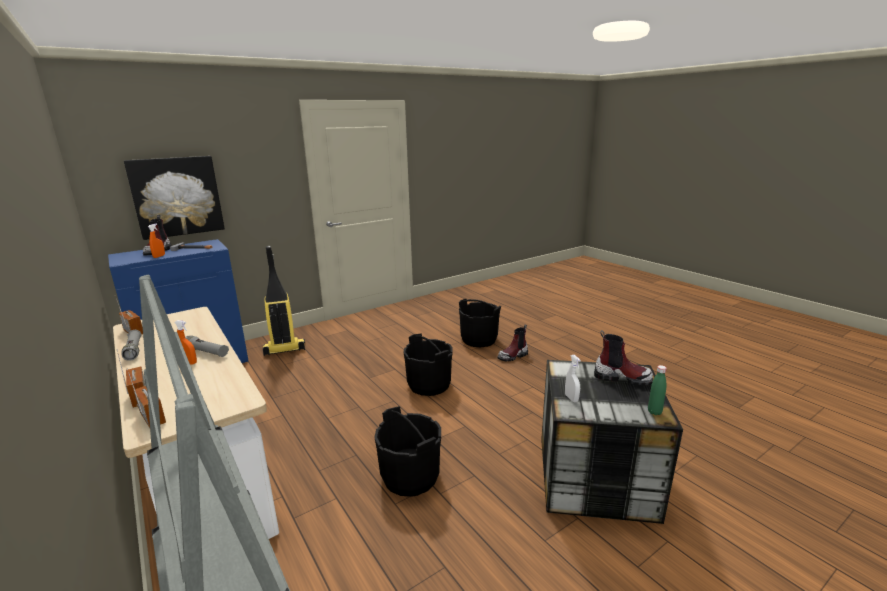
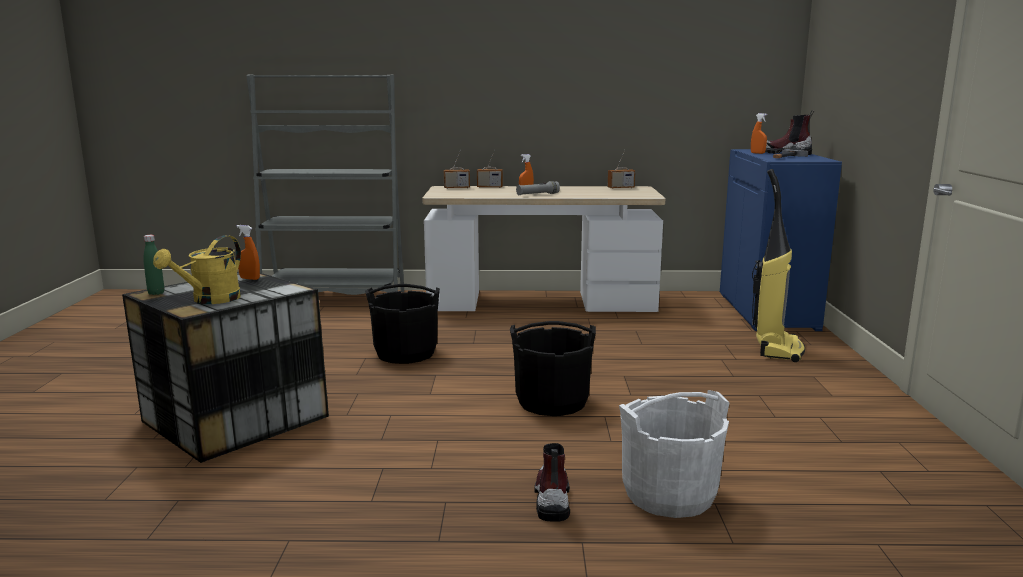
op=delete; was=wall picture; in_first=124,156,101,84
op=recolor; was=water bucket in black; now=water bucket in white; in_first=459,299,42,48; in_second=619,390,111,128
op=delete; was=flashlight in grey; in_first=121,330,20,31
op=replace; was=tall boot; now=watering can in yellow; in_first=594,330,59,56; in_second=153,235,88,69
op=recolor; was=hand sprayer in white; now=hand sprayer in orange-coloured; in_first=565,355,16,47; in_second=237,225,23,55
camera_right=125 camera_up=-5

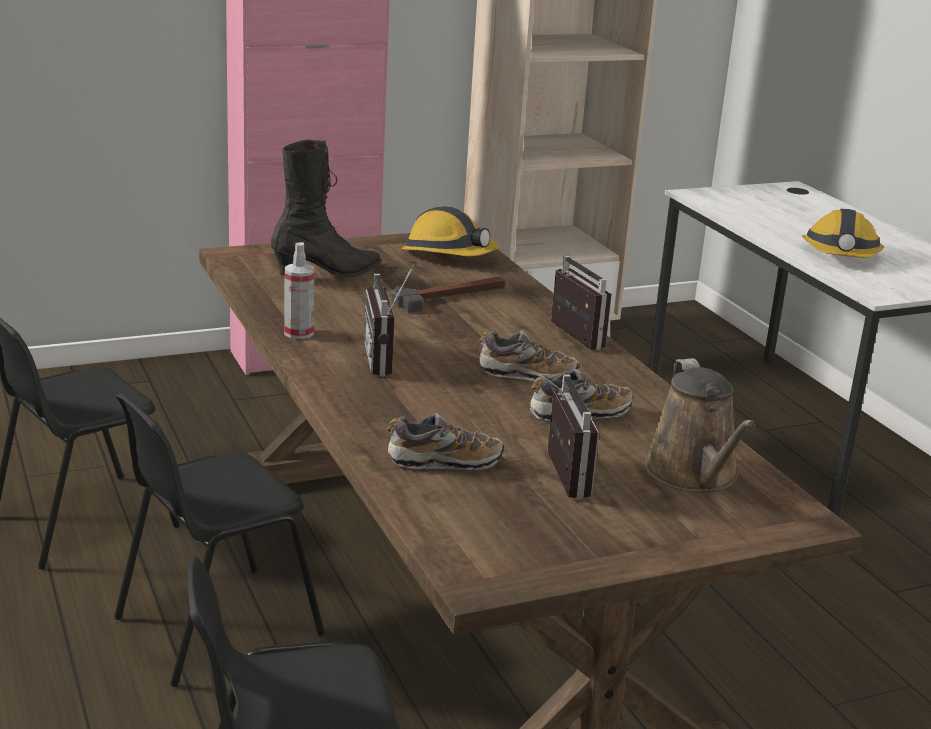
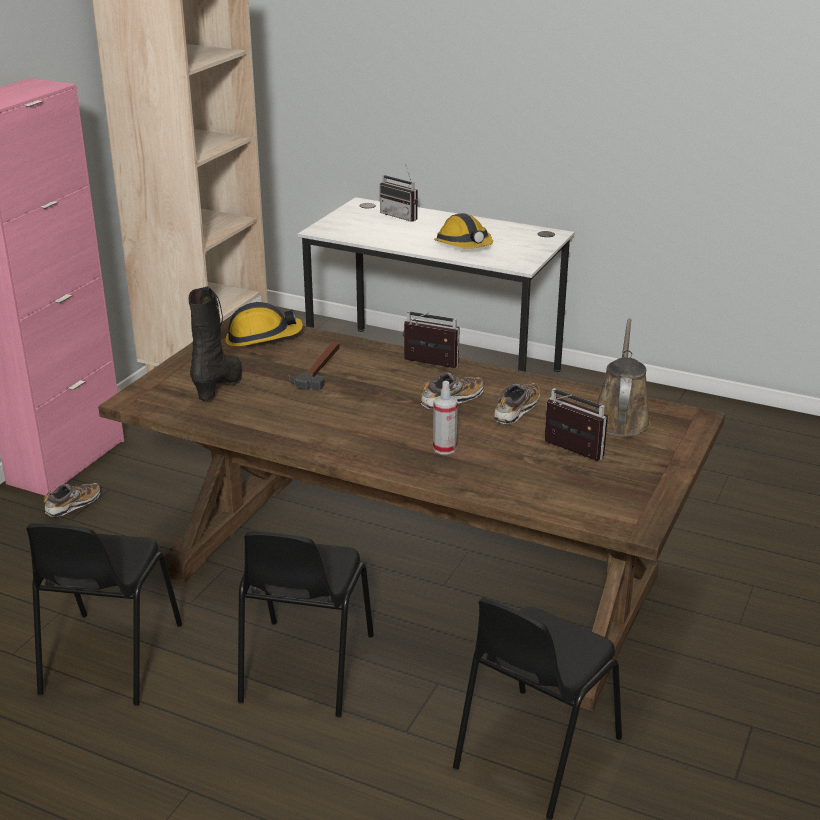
op=move; was=hand sprayer; in_first=284,242,30,97; in_second=433,381,25,74
op=move; was=radio; in_first=364,264,50,112; in_second=380,164,38,58
op=rotate; was=watering can in brownish; in_first=645,358,110,135; in_second=594,318,57,119; clockwise=-120
op=move; was=item of footwear; in_first=387,413,117,57; in_second=43,483,57,34
camera_right=-40 camera_up=5

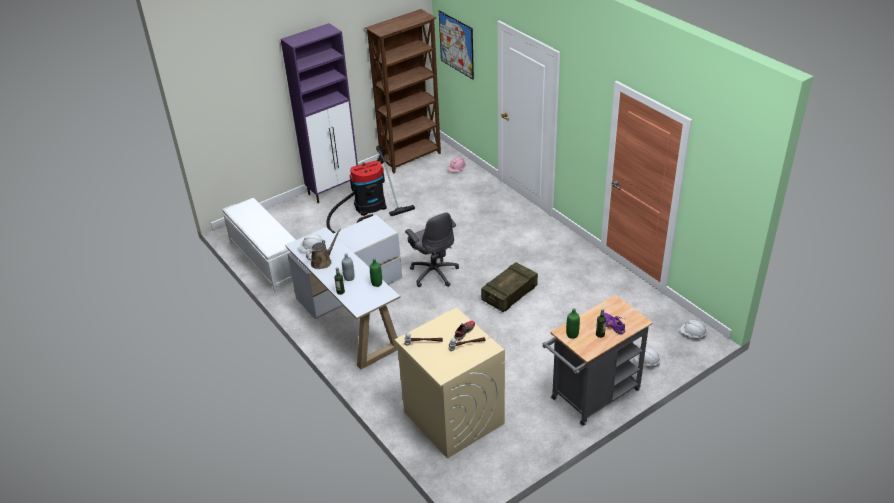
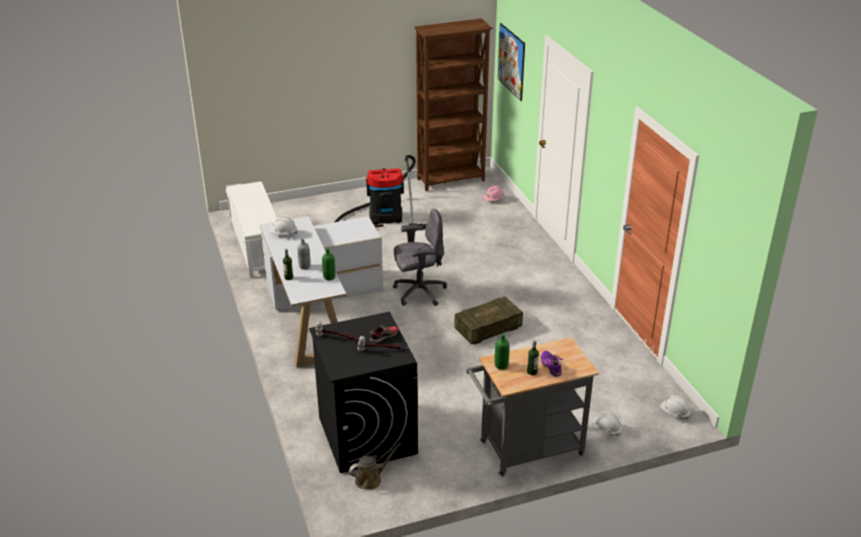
op=delete; was=cupboard in purple; in_first=281,23,77,180
op=rotate; was=office chair in grey; in_first=405,212,54,75; in_second=393,209,54,97; clockwise=-90
op=move; was=watering can in brownish; in_first=306,229,35,40; in_second=349,443,52,47
op=recolor; was=washing machine in sand-coloured; now=washing machine in black; in_first=395,307,110,152; in_second=309,312,109,161
camera_right=15 camera_up=-5

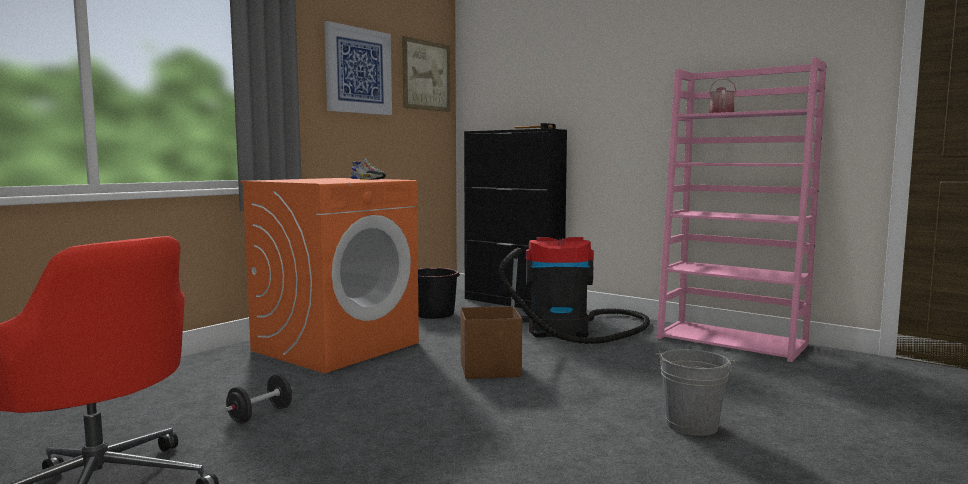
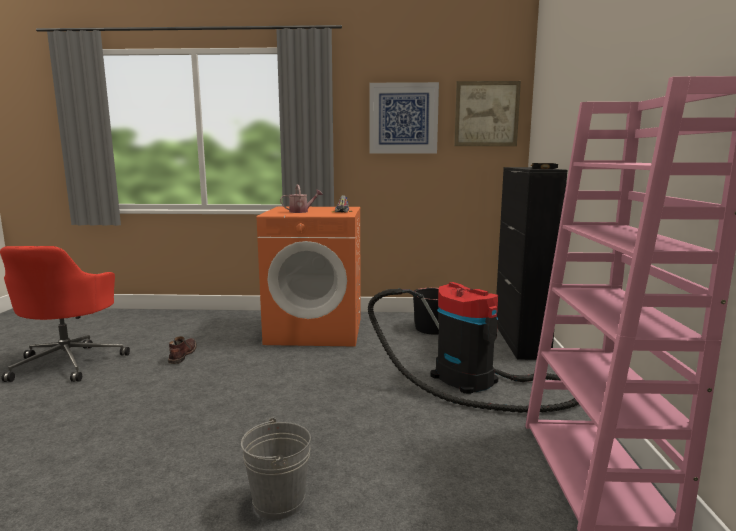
op=move; was=watering can; in_first=709,78,28,35; in_second=280,185,43,28
op=delete; was=storage bin in brownish; in_first=460,306,62,73
op=replace; was=hand weight in black; now=tall boot in brownish; in_first=225,374,67,50; in_second=168,336,29,28
camera_right=55 camera_up=5

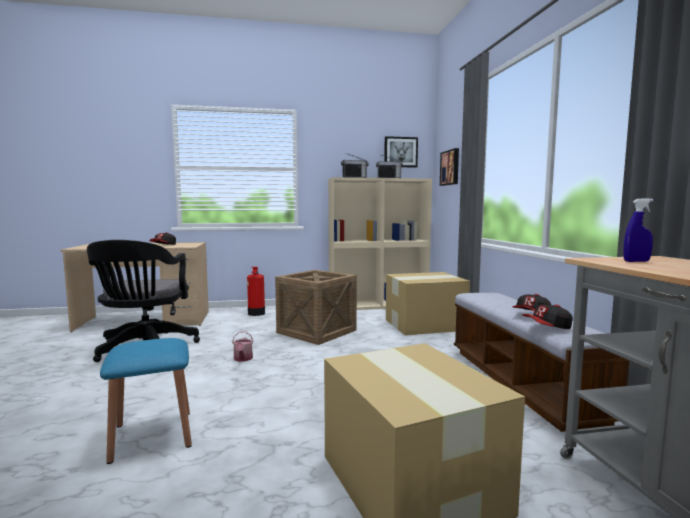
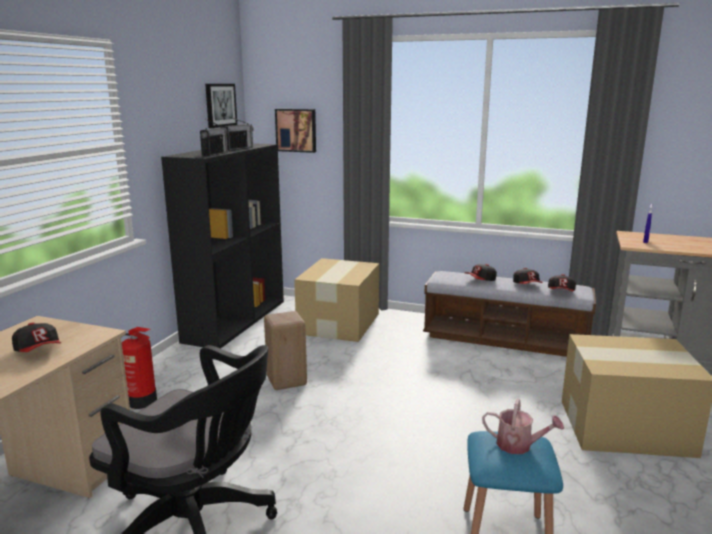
op=recolor; was=bookcase in sand-coloured; now=bookcase in black; in_first=328,177,104,133; in_second=161,143,123,206
op=replace; was=crate; now=stool seat in sand-coloured; in_first=275,270,82,75; in_second=264,311,43,79
op=move; was=watering can; in_first=232,331,21,31; in_second=482,399,82,55
op=insert; now=baseball cap; in_second=465,264,32,17
camera_right=-60 camera_up=10

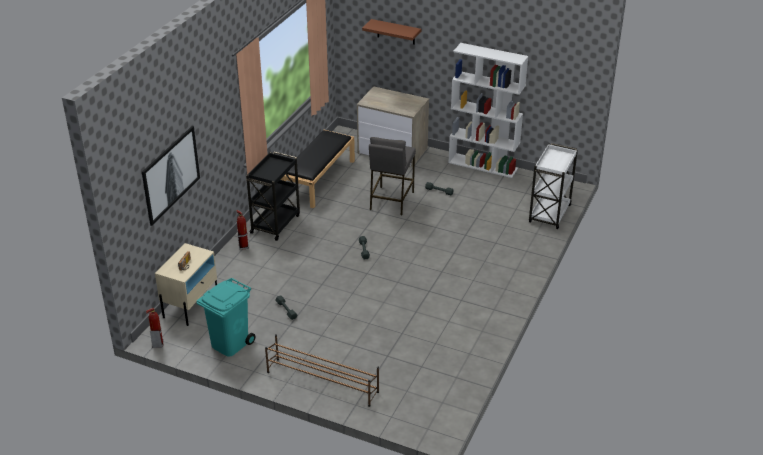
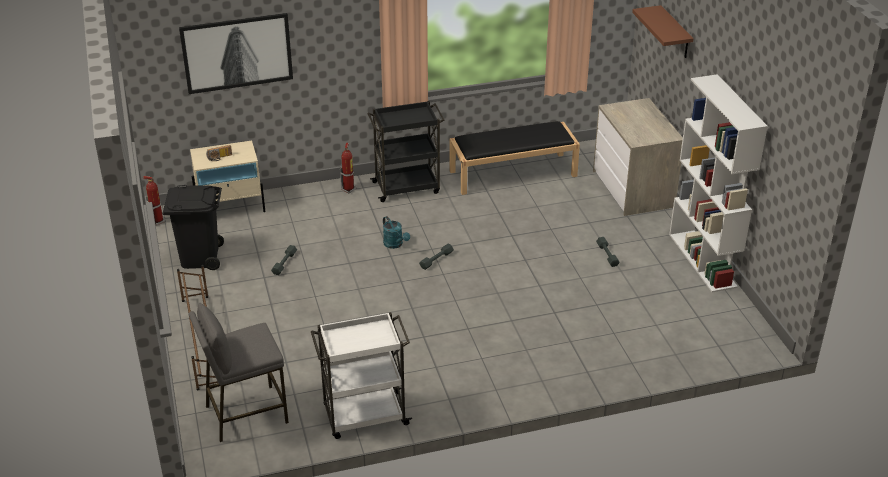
op=move; was=stool seat in grey; in_first=369,137,47,78; in_second=189,303,100,139
op=move; was=trolley in white; in_first=529,143,49,86; in_second=311,312,101,127
op=recolor; was=trash can in turquoise-coloured; now=trash can in black; in_first=197,278,59,79; in_second=163,185,61,85
op=insert; now=watering can in turquoise-coloured; in_second=383,216,27,33
camera_right=50 camera_up=0

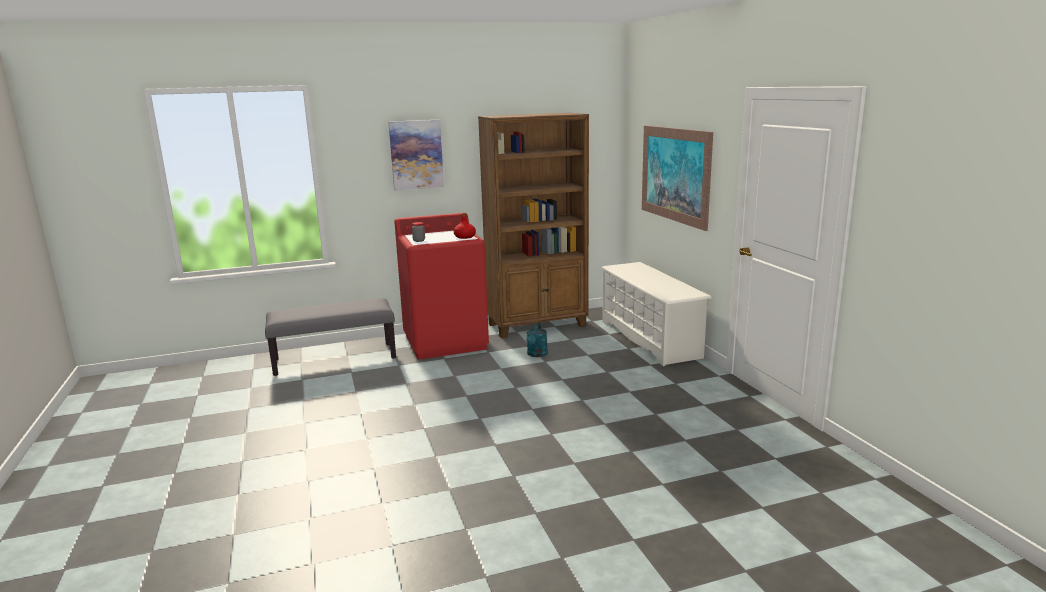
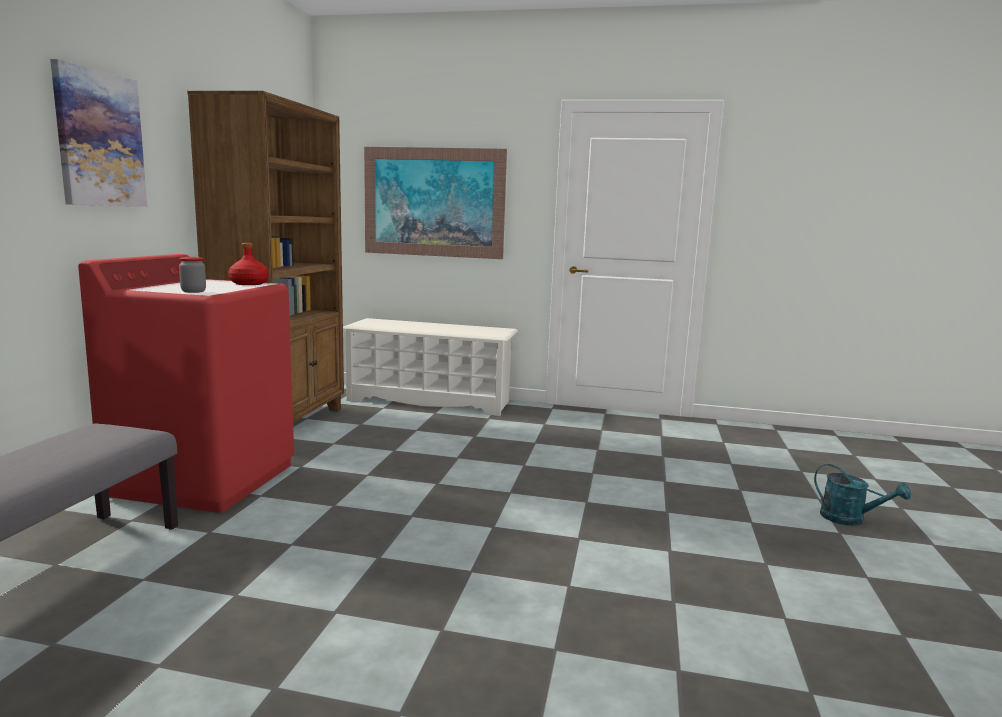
op=move; was=watering can in turquoise-coloured; in_first=526,323,22,34; in_second=814,464,97,62
camera_right=-60 camera_up=-5

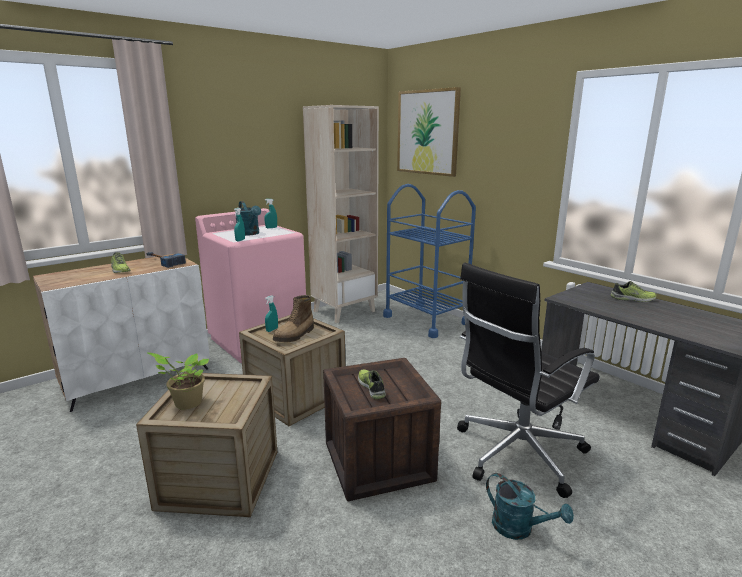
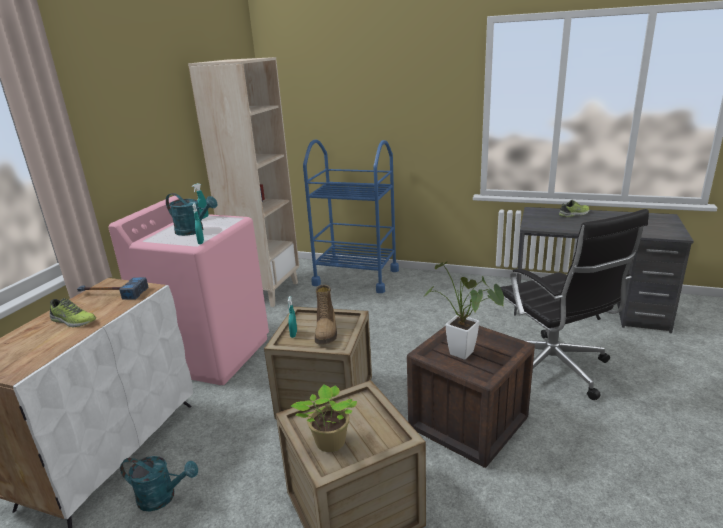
op=delete; was=wall picture; in_first=397,87,64,90
op=rotate; was=office chair in black; in_first=457,263,143,235; in_second=500,209,149,191; clockwise=-45
op=replace; was=item of footwear; now=houseplant; in_first=358,369,28,30; in_second=424,262,80,98
op=move; was=watering can in turquoise-coloured; in_first=486,473,88,67; in_second=120,456,78,56
camera_right=-30 camera_up=5

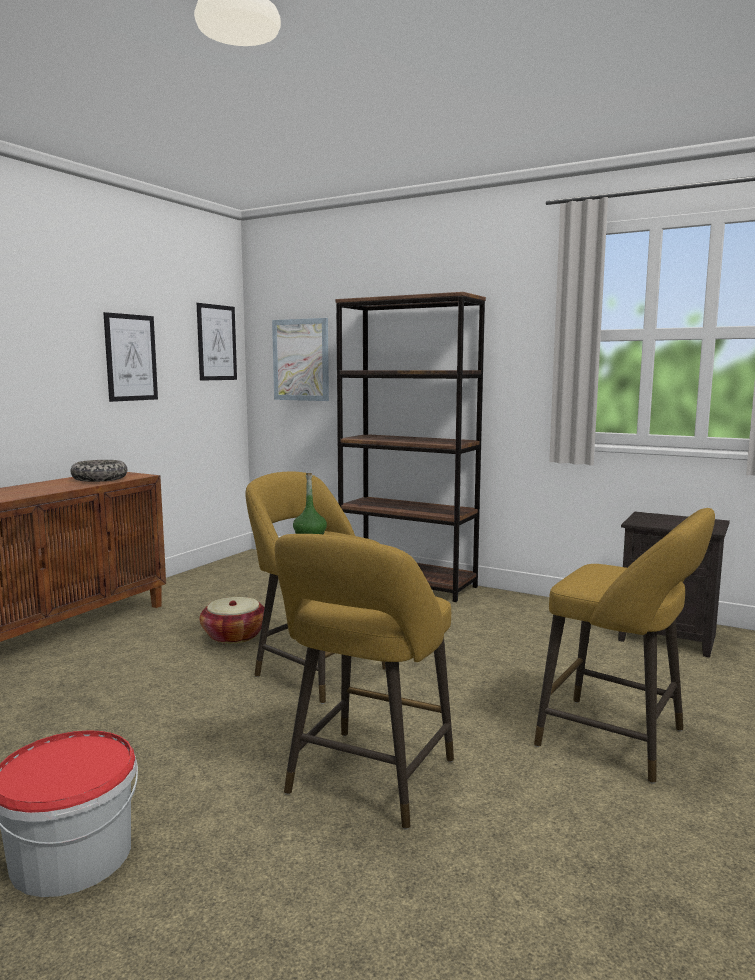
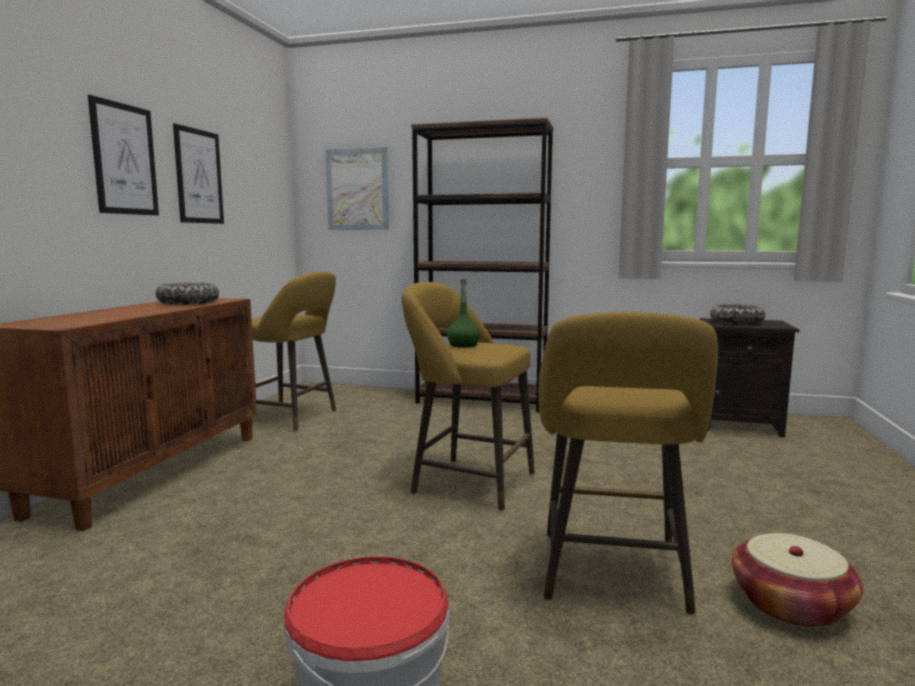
op=move; was=wall picture; in_first=197,303,40,78; in_second=88,95,71,120
op=move; was=stool seat in yellow; in_first=534,508,181,276; in_second=252,271,84,160
op=move; was=household basket; in_first=200,597,65,47; in_second=732,533,131,95
op=insert; now=bowl; in_second=710,304,55,21
camera_right=-15 camera_up=0

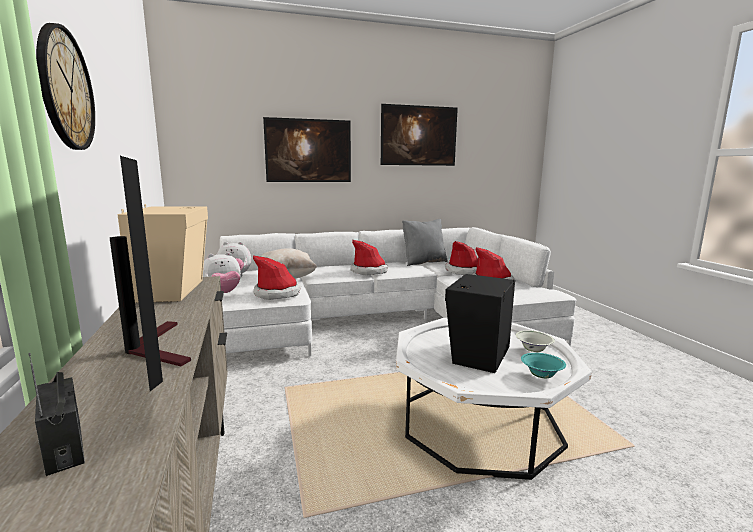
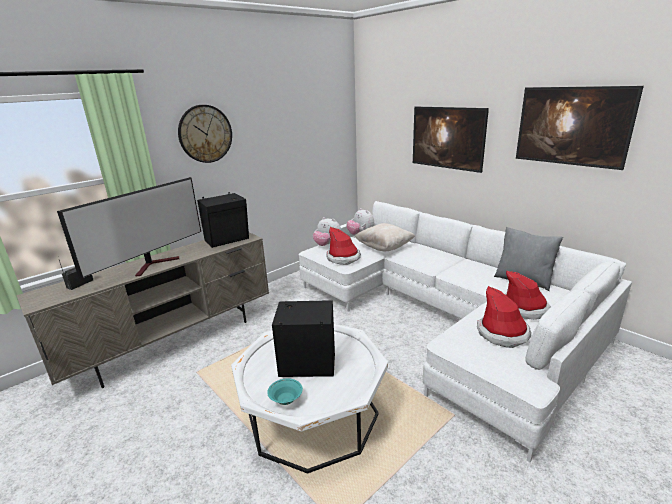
op=recolor; was=audio speaker in sand-coloured; now=audio speaker in black; in_first=118,204,90,99; in_second=197,192,52,56
op=delete; was=wearable hat; in_first=351,240,37,36
op=delete; was=bowl in white; in_first=516,330,39,22
camera_right=65 camera_up=10

